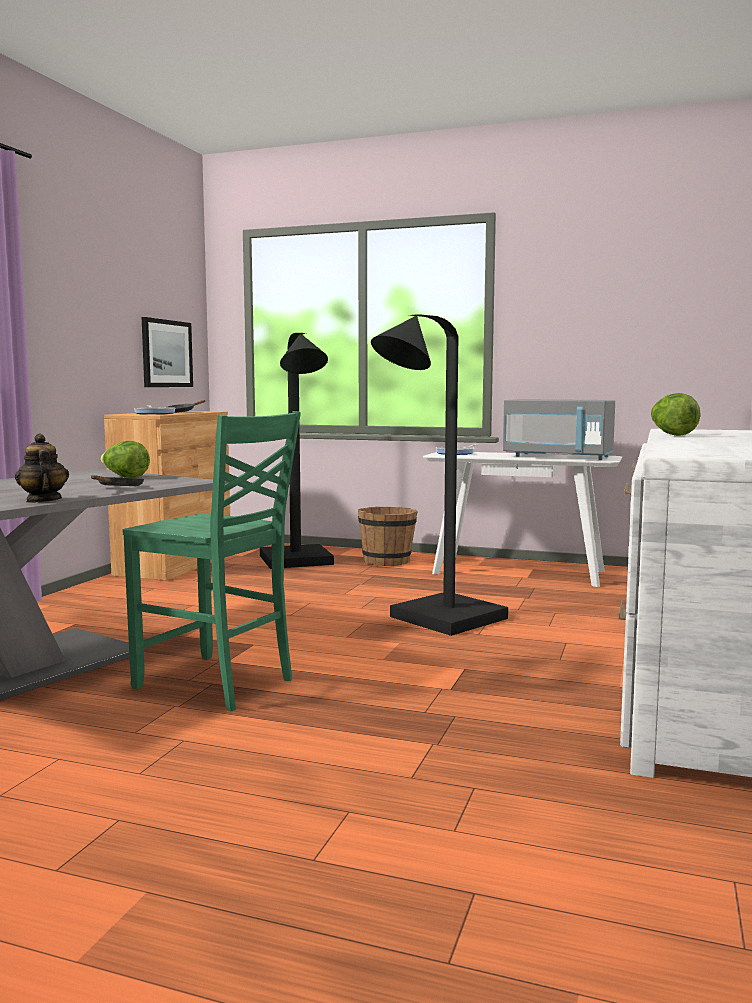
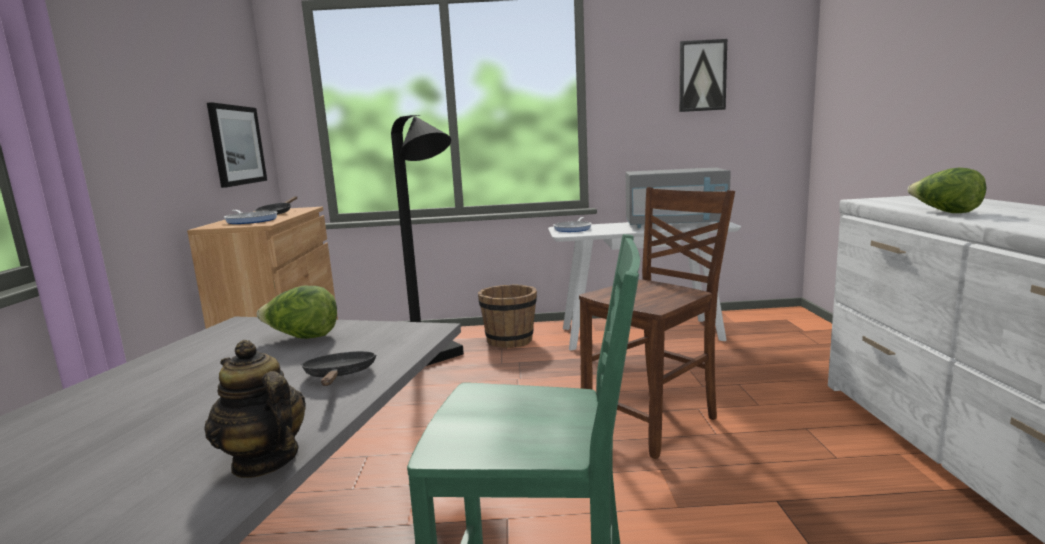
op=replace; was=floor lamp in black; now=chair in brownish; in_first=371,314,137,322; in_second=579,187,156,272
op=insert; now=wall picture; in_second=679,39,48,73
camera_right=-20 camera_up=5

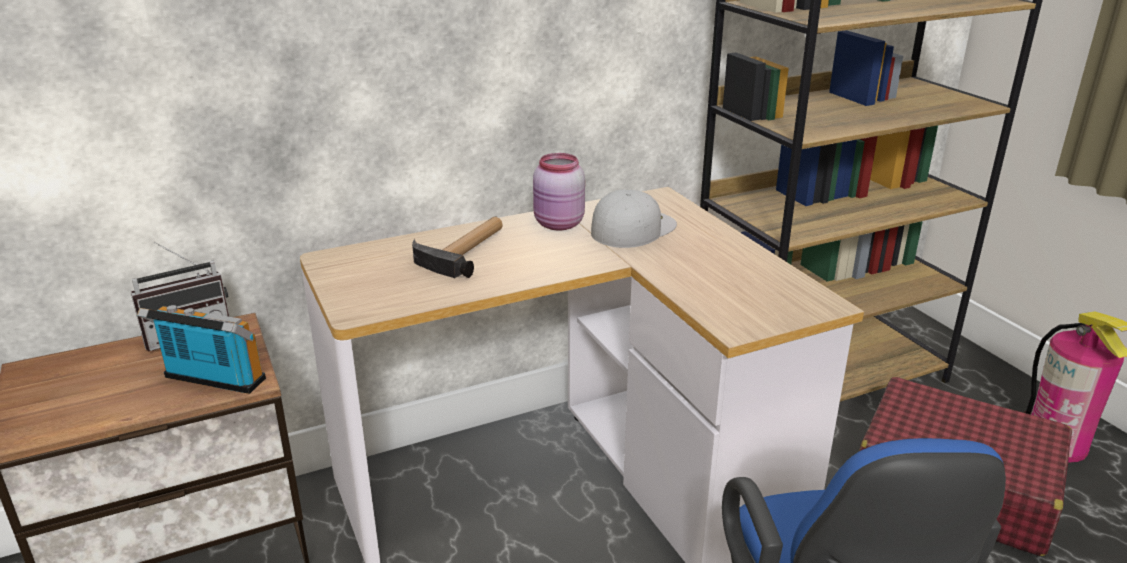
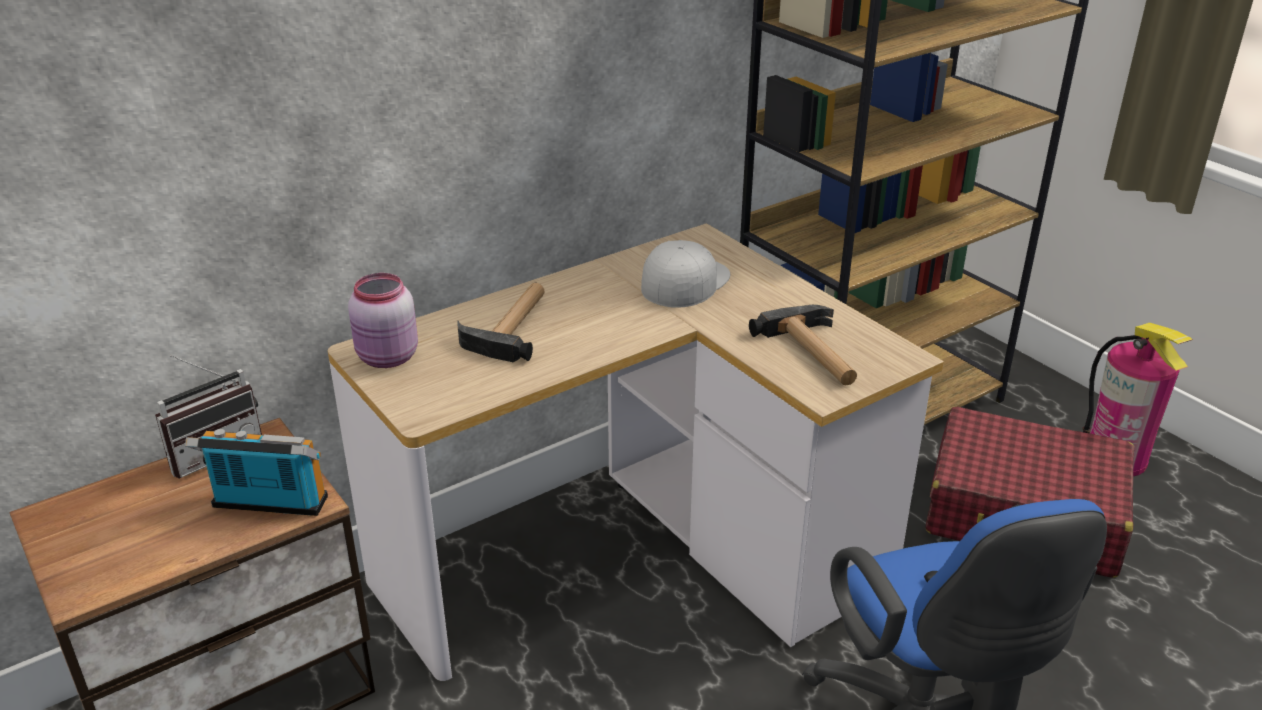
op=move; was=jar in pink; in_first=533,153,52,78; in_second=348,273,70,95
op=insert; now=hand hammer; in_second=749,305,108,80
camera_right=-10 camera_up=5

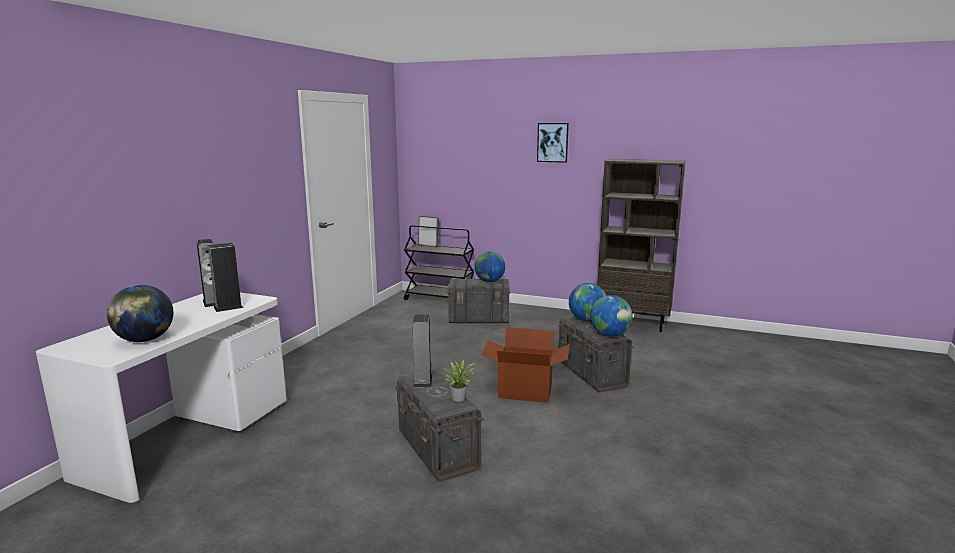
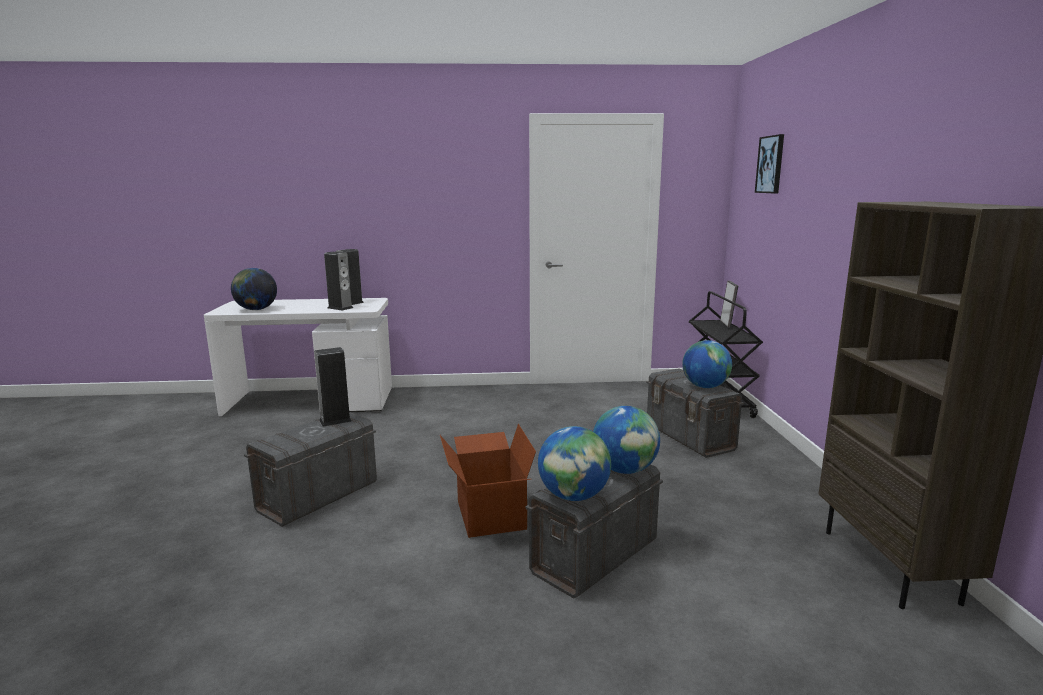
op=move; was=wall picture; in_first=537,123,32,40; in_second=755,134,29,59
op=delete; was=houseplant; in_first=444,360,31,42
camera_right=65 camera_up=0

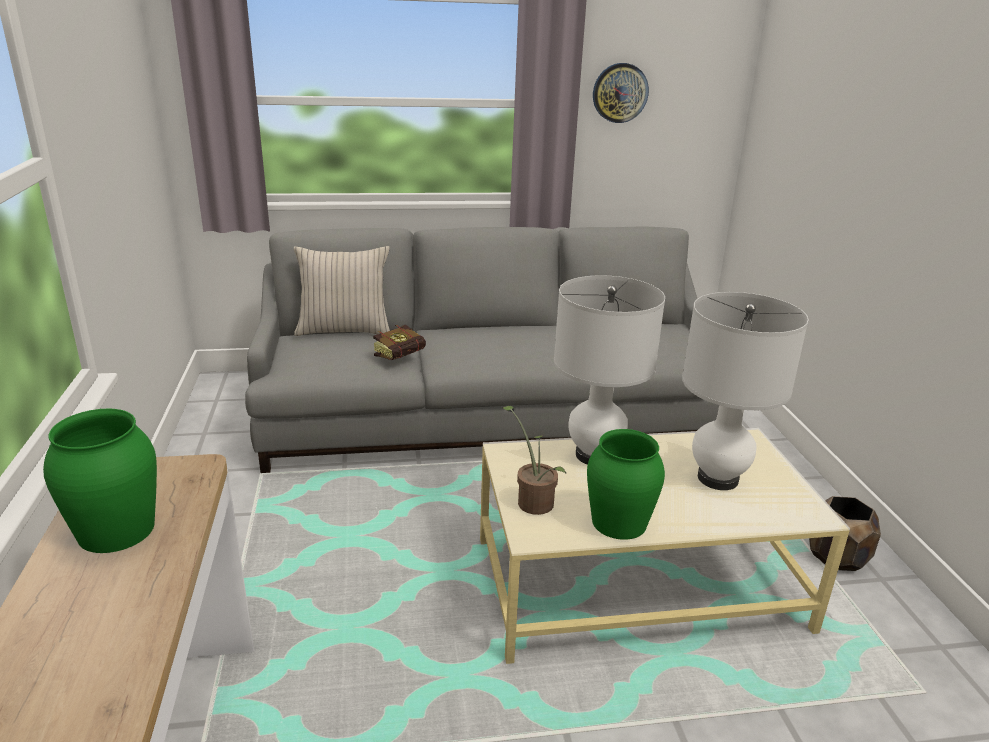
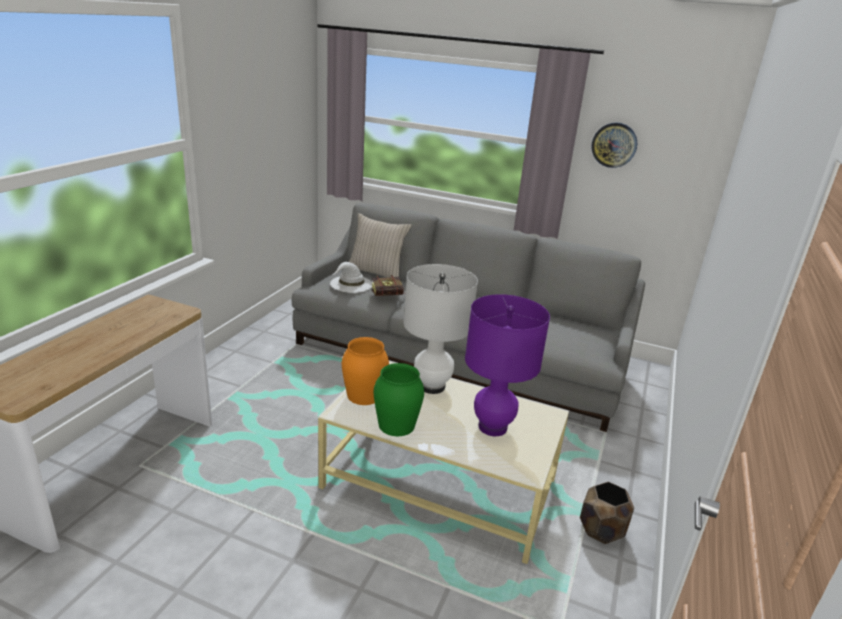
op=recolor; was=table lamp in white; now=table lamp in purple; in_first=682,292,127,198; in_second=465,294,85,142
op=replace; was=houseplant; now=decorative vase in orange-coloured; in_first=503,406,64,109; in_second=342,337,47,68
op=delete; was=decorative vase in green; in_first=43,409,114,144
op=insert; now=wearable hat in white; in_second=330,262,42,31
camera_right=30 camera_up=0

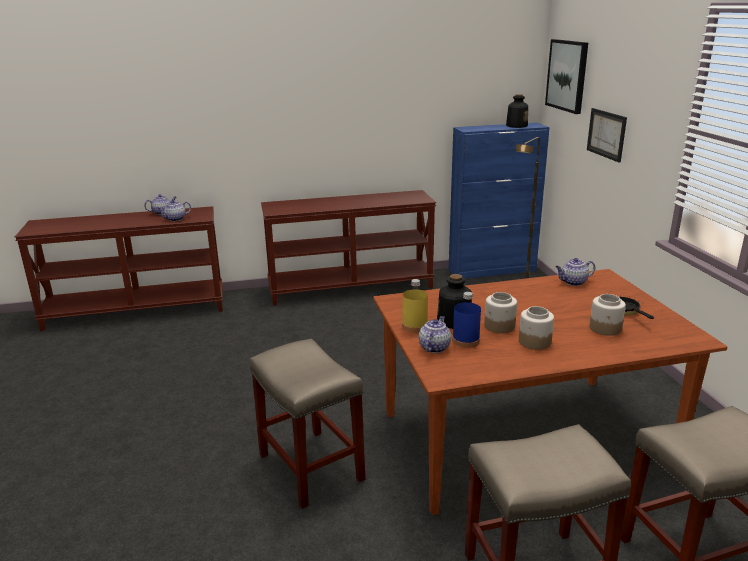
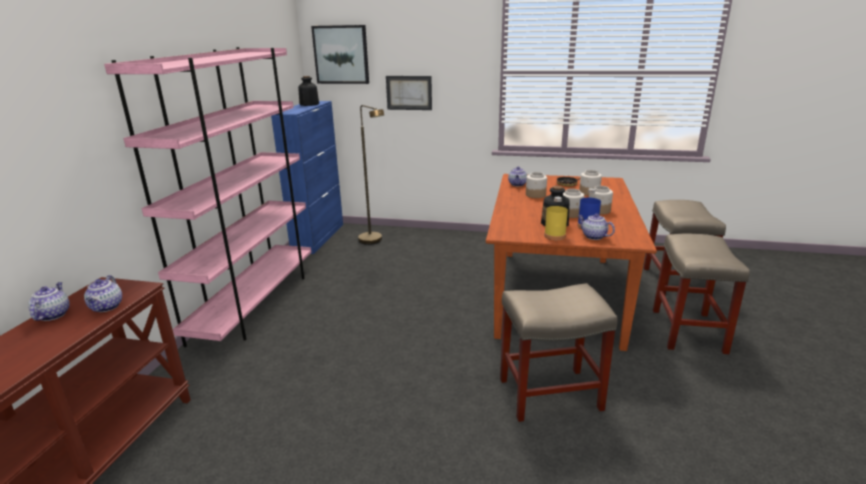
op=replace; was=hall table in brownish; now=bookcase in pink; in_first=261,190,175,115; in_second=104,47,208,300
op=insert; now=jar; in_second=526,172,21,26
camera_right=-65 camera_up=0

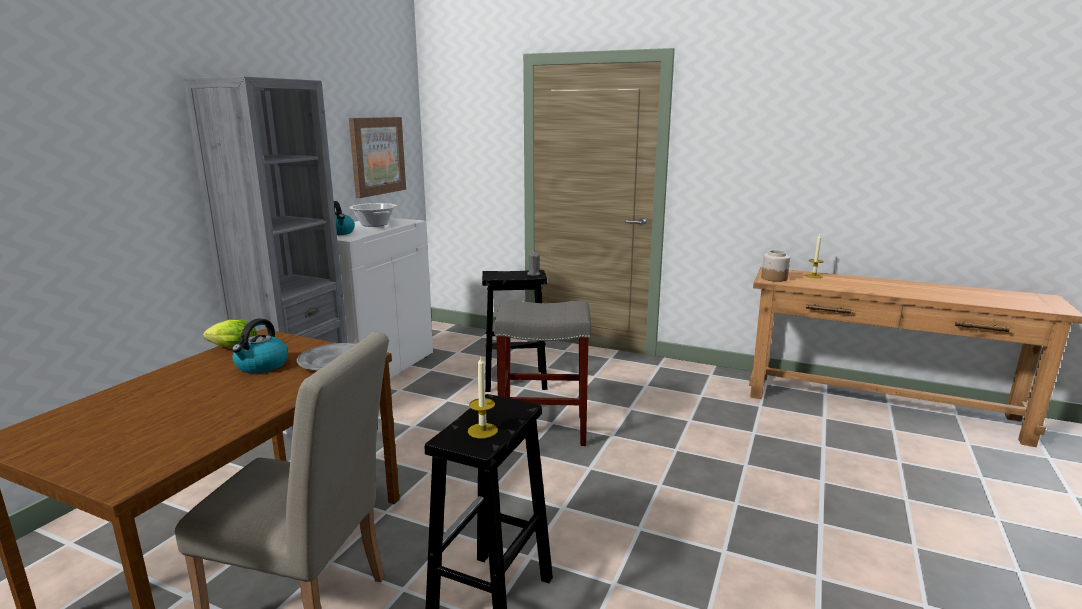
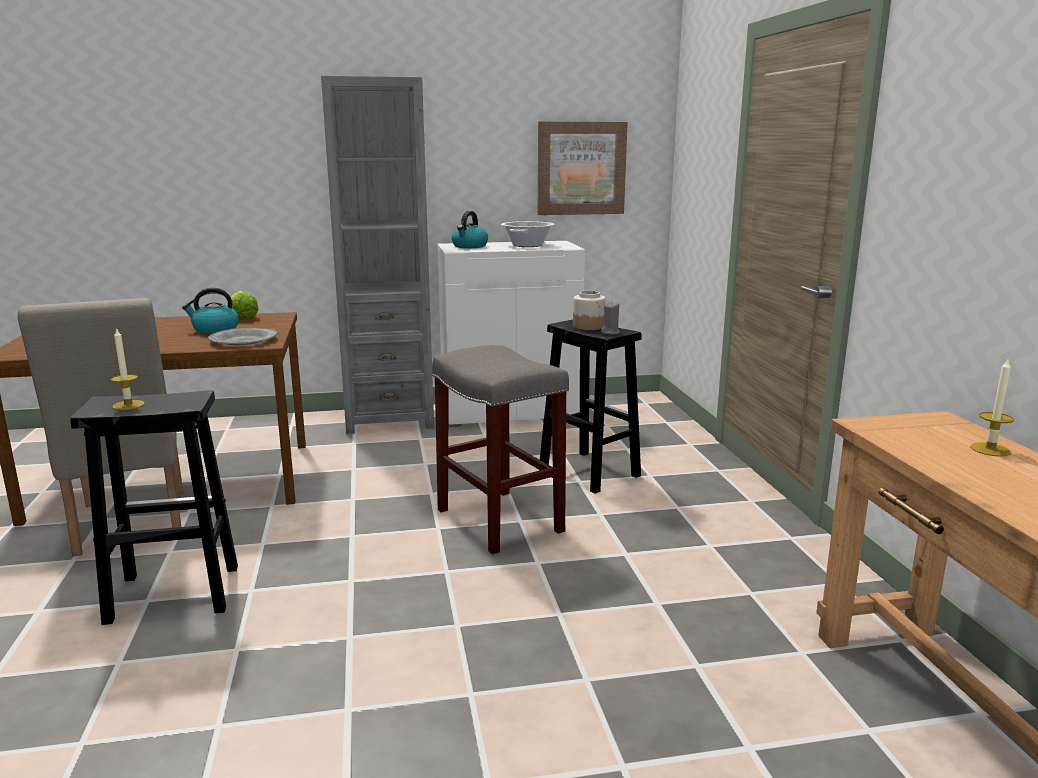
op=move; was=jar; in_first=761,250,29,32; in_second=573,291,33,39
camera_right=55 camera_up=0

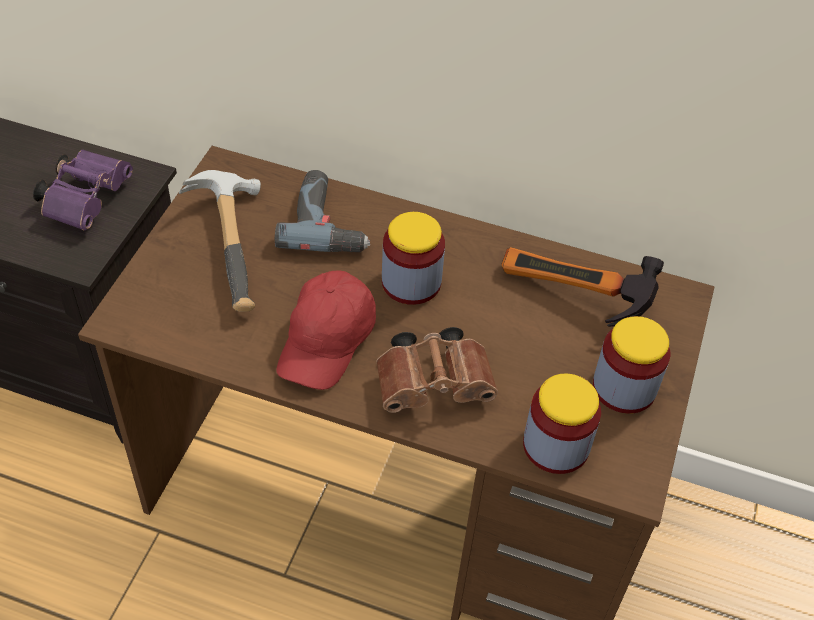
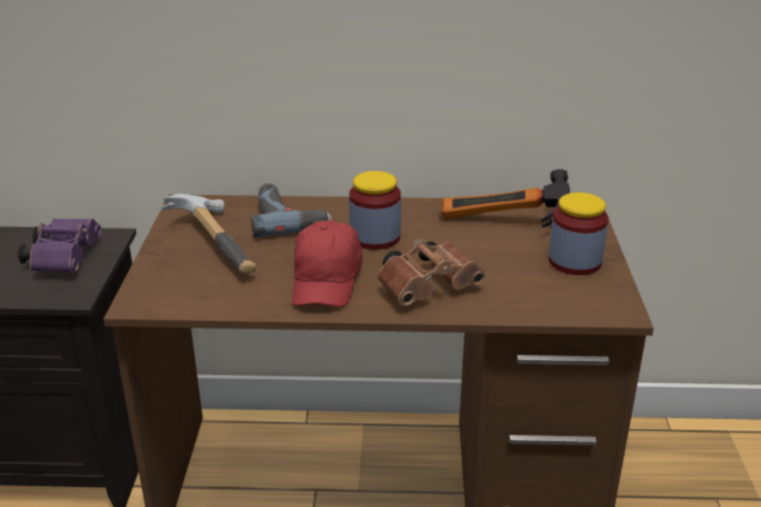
op=delete; was=jar; in_first=523,373,78,101
camera_right=-15 camera_up=-20

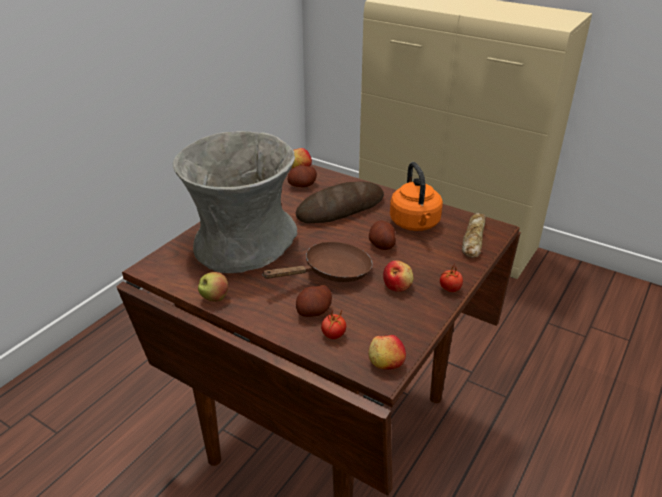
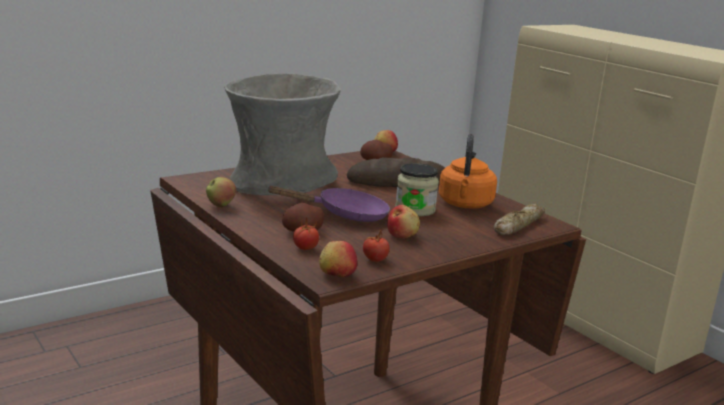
op=replace; was=whole potato; now=jar; in_first=369,220,27,30; in_second=395,163,44,53
op=recolor; was=pan in brownish; now=pan in purple; in_first=262,242,111,40; in_second=266,186,124,36
op=move; was=fresh tomato; in_first=440,263,23,29; in_second=363,228,27,34
camera_right=20 camera_up=-15

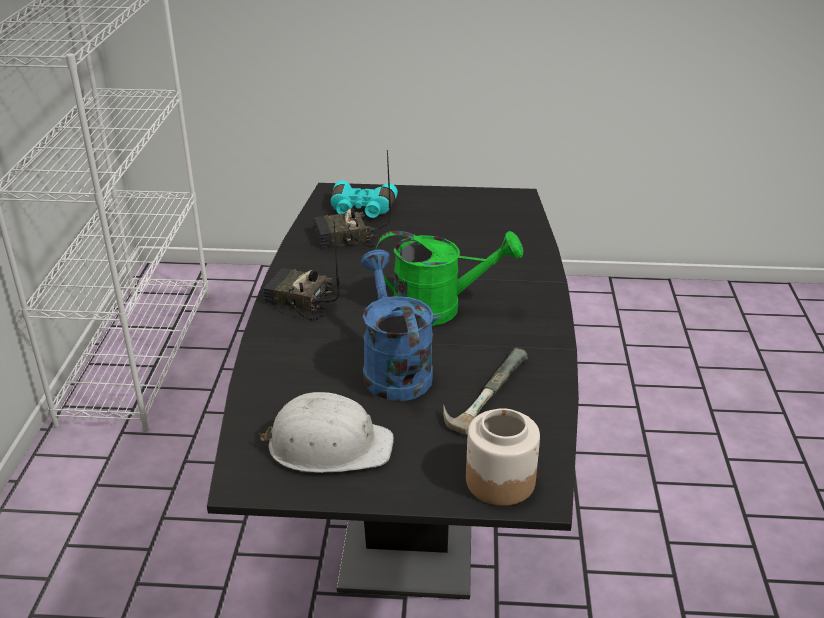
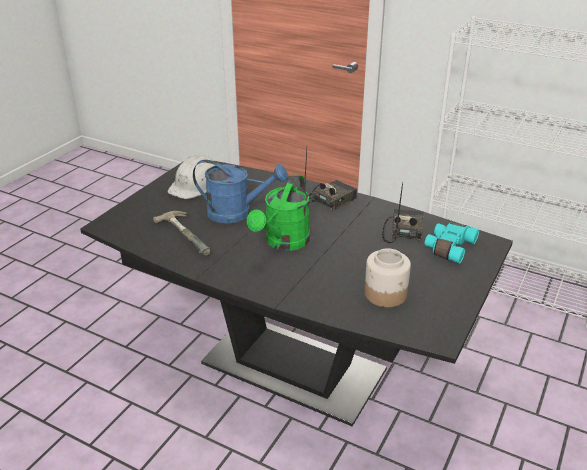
op=move; was=jar; in_first=466,408,74,98; in_second=364,248,47,59
camera_right=115 camera_up=0

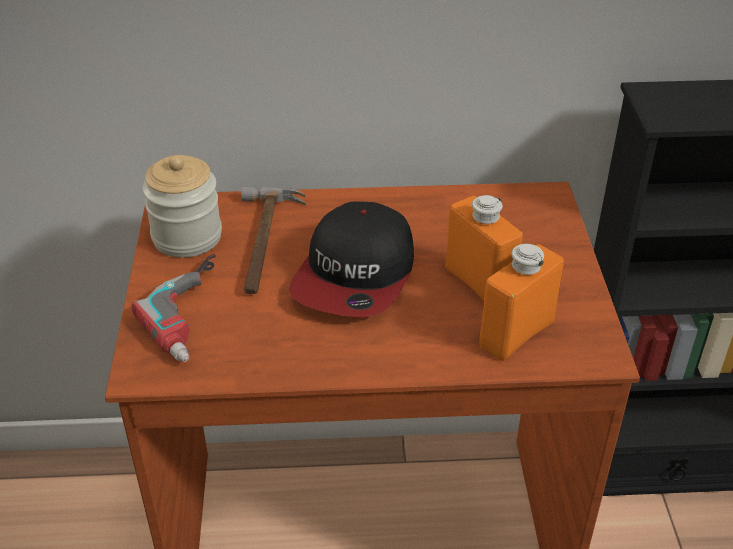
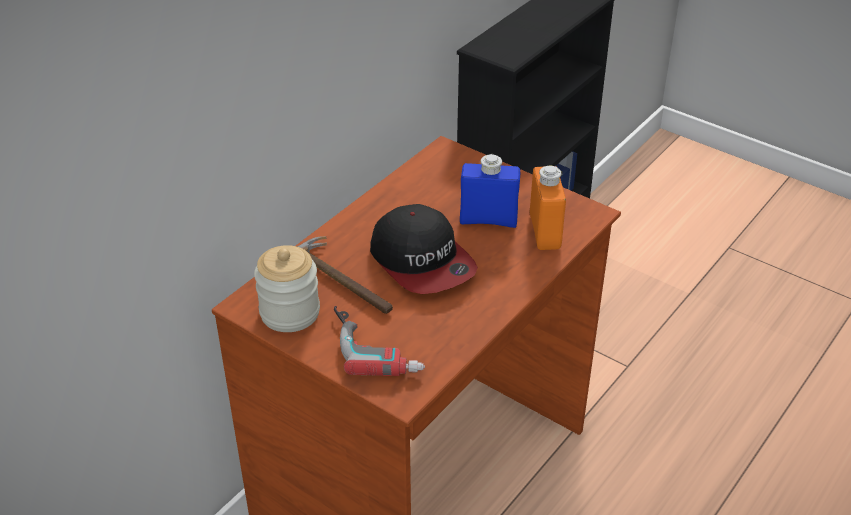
op=recolor; was=beverage bottle in orange-coloured; now=beverage bottle in blue-coloured; in_first=445,195,78,106; in_second=460,154,60,74
camera_right=-50 camera_up=0

